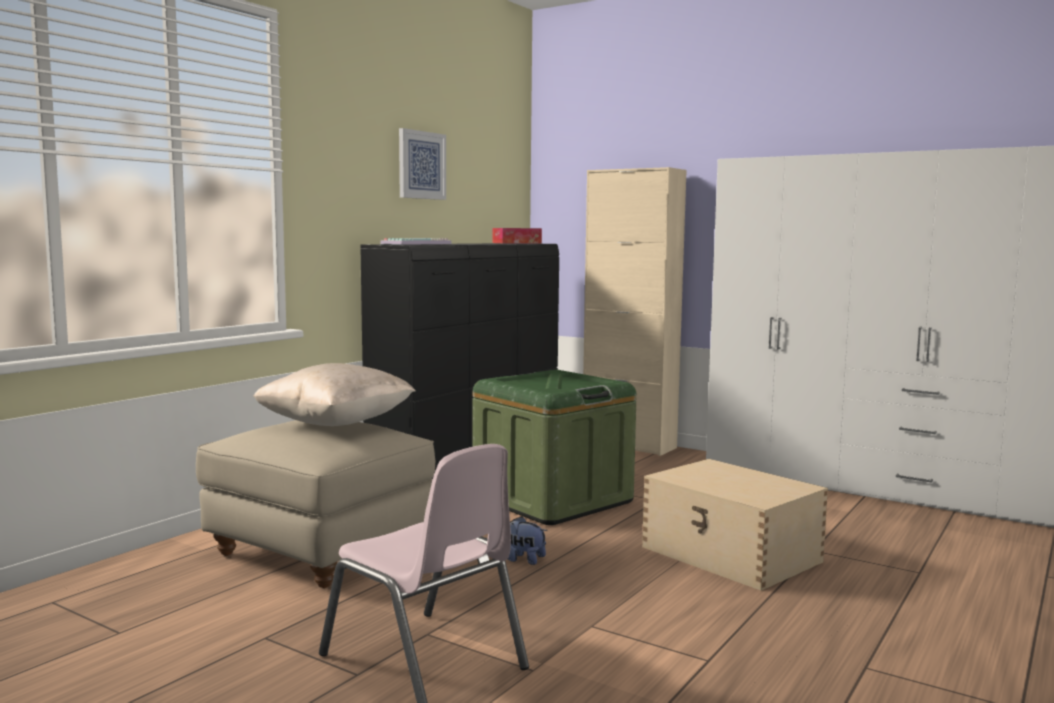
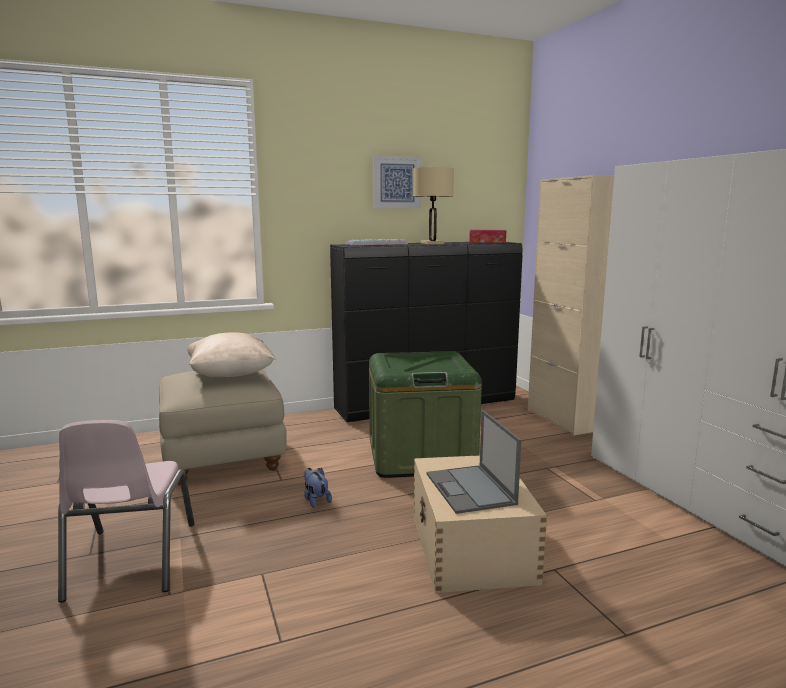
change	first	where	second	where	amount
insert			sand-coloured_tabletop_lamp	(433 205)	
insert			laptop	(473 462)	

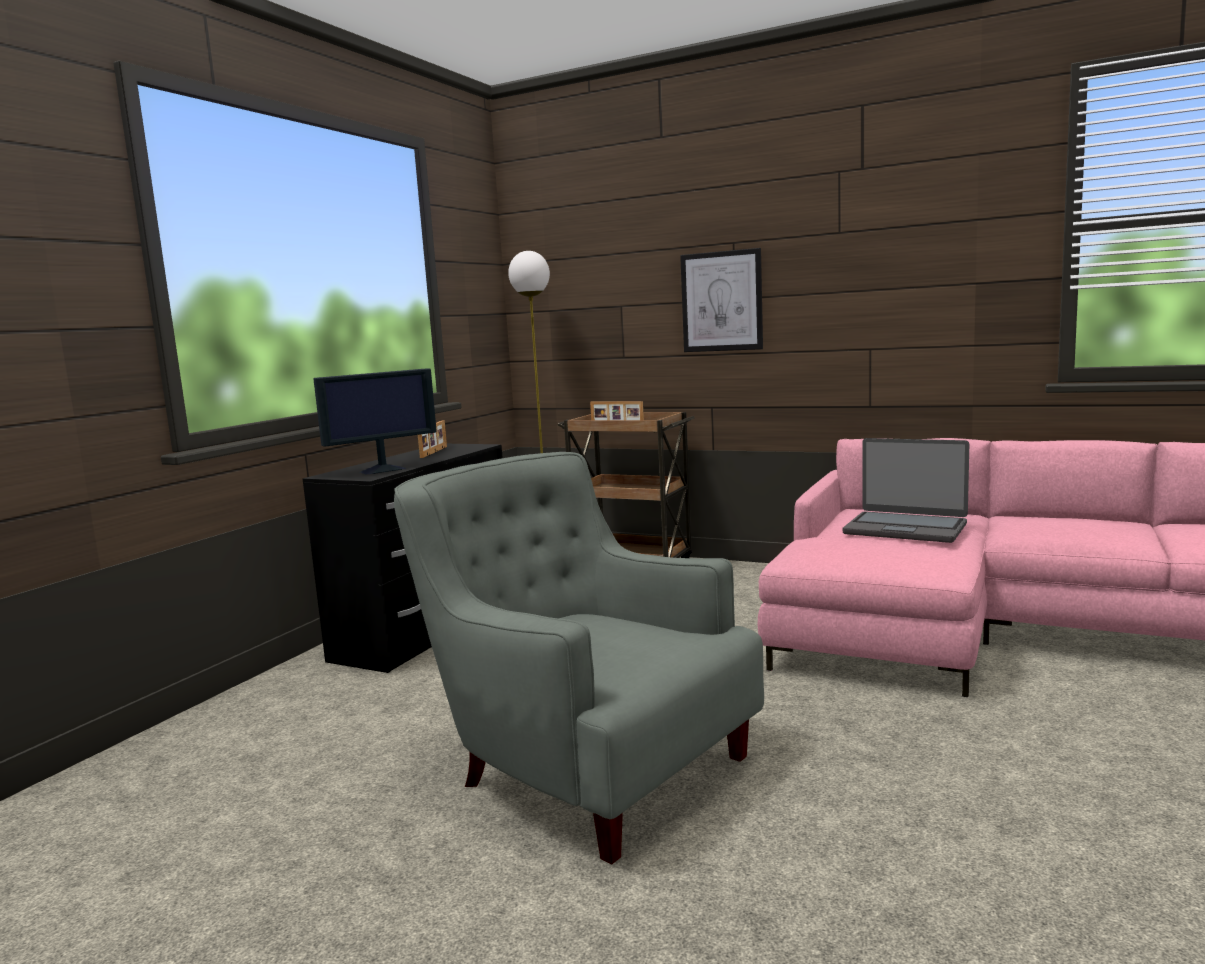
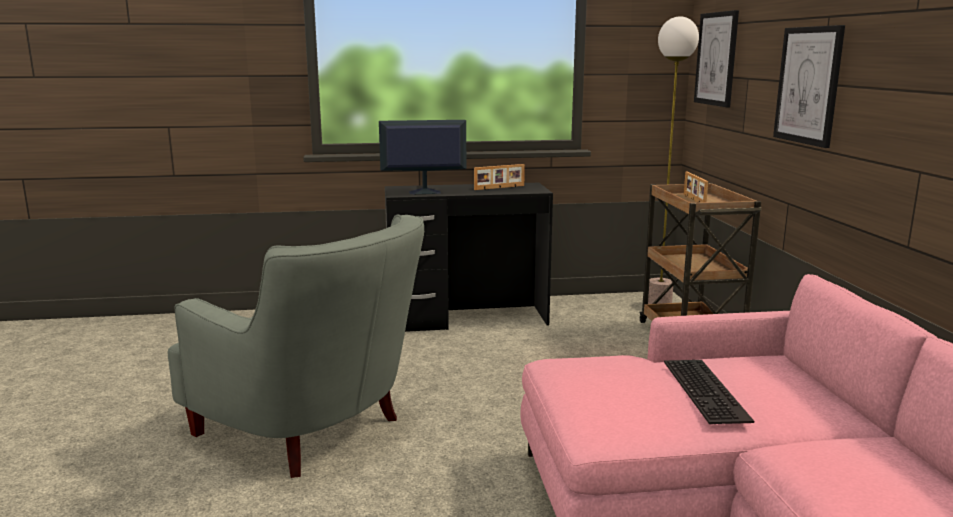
change	first	where	second	where	amount
rotate	gray_lounge_chair	(579 658)		(296 346)	120 degrees clockwise
rotate	computer_display	(375 421)		(422 157)	150 degrees clockwise
replace	laptop	(906 490)	PC_keyboard	(709 392)	
insert			wall_art	(716 58)	

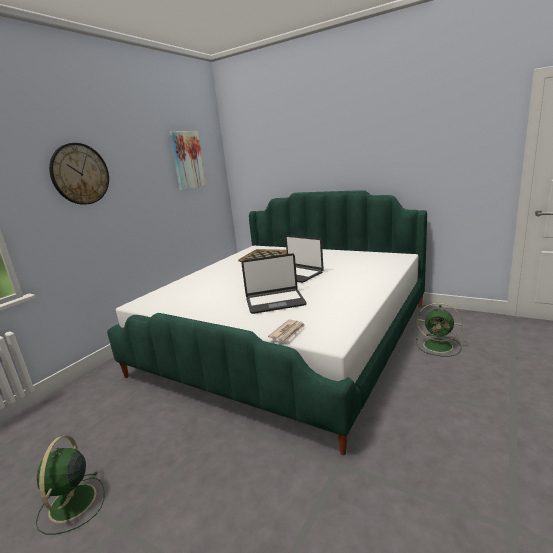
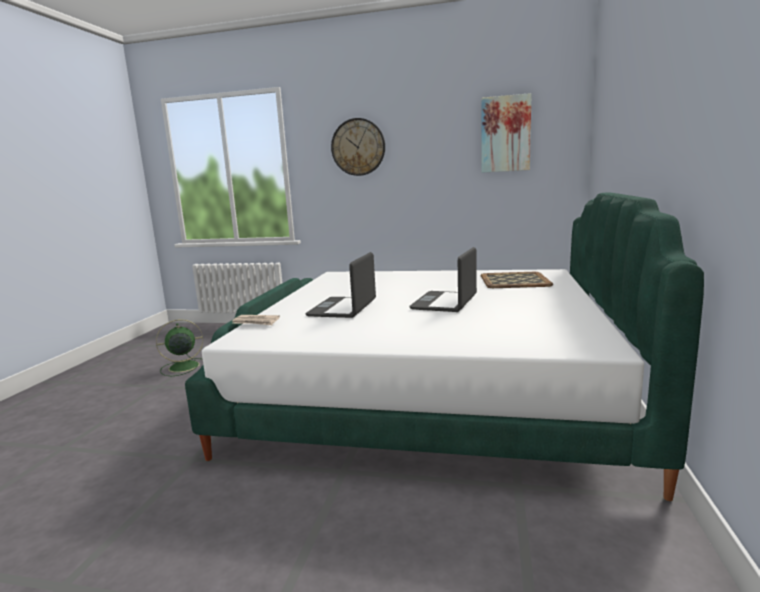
change	first	where	second	where	amount
rotate	laptop	(274 283)		(341 285)	45 degrees clockwise
delete	green-coloured_fan	(439 329)			

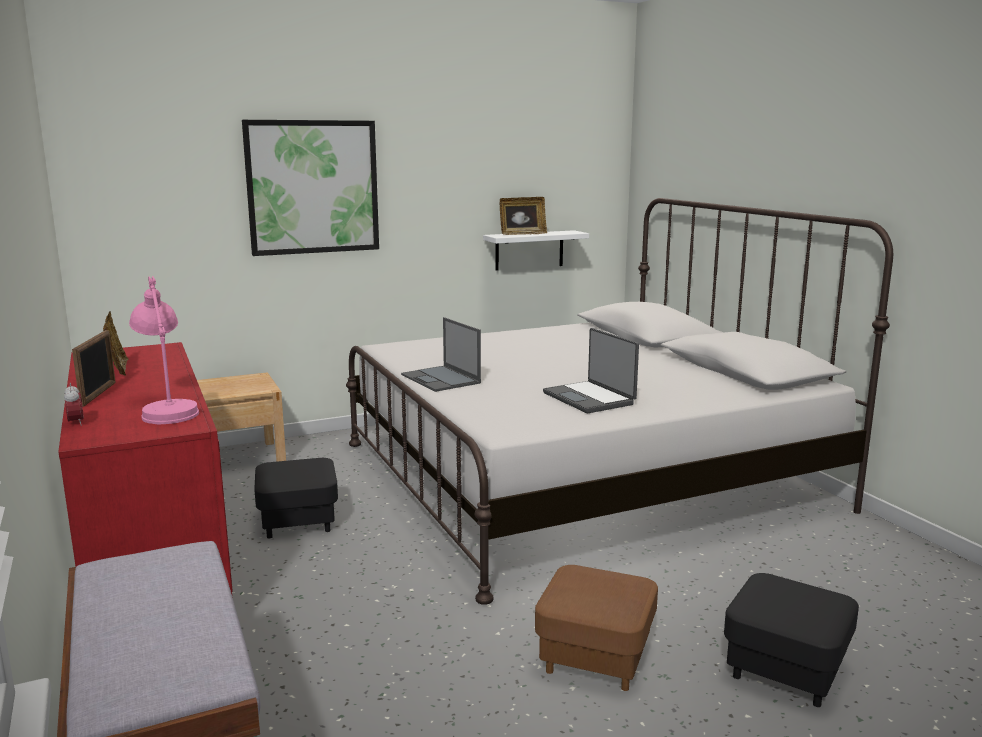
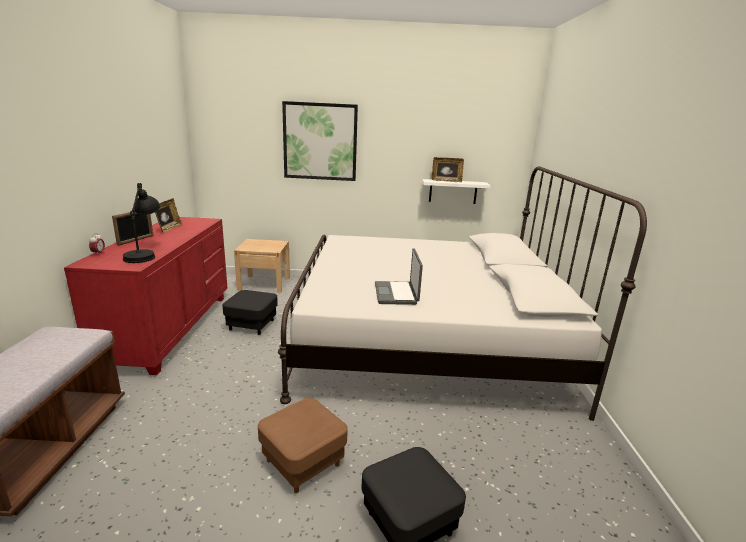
change	first	where	second	where	amount
recolor	pink-coloured_tabletop_lamp	(164 350)	black_tabletop_lamp	(141 223)	
delete	laptop	(441 354)			

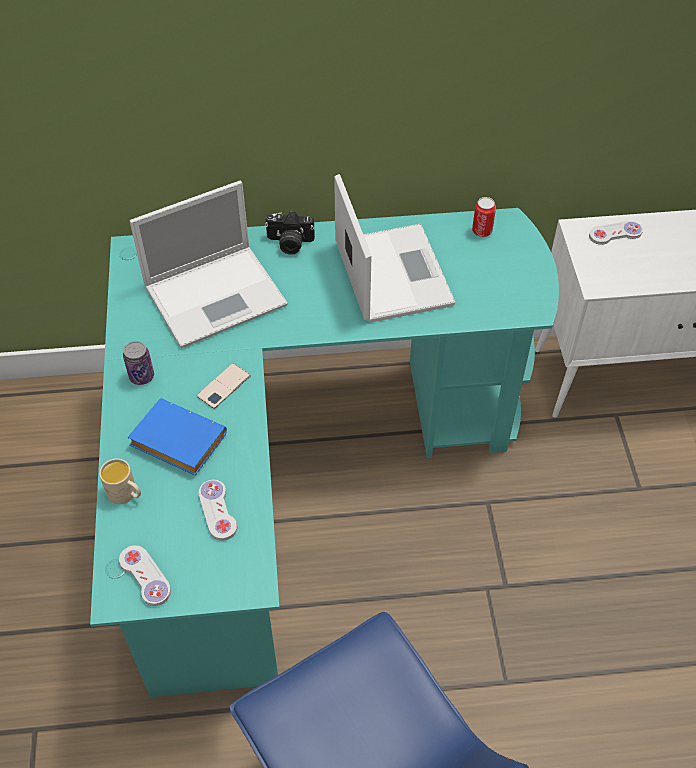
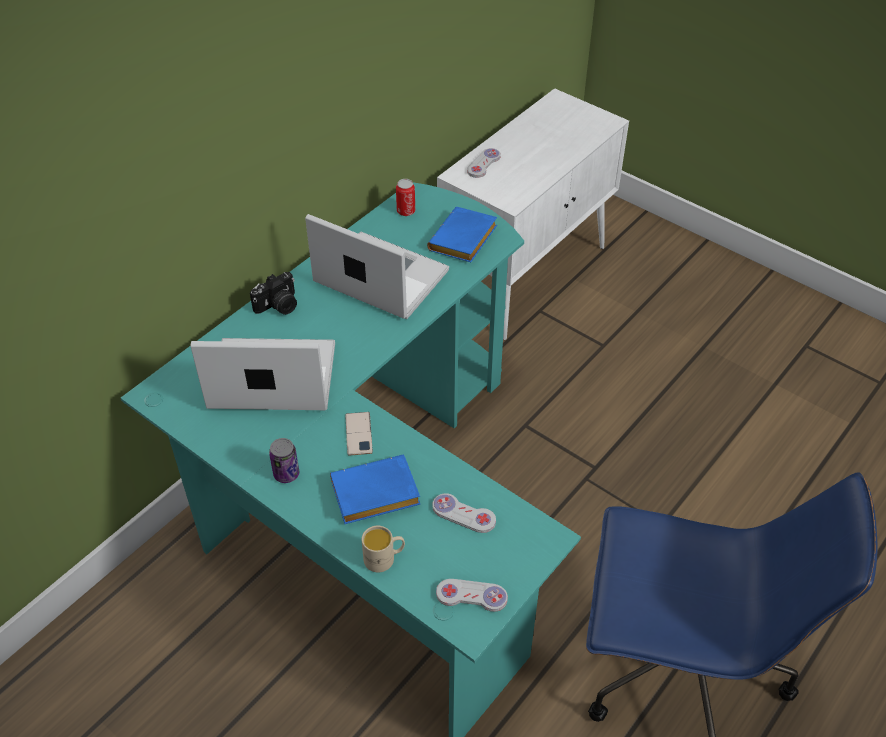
change	first	where	second	where	amount
rotate	laptop	(208 264)		(262 374)	105 degrees counterclockwise
insert			bluish_bound_book	(462 234)	

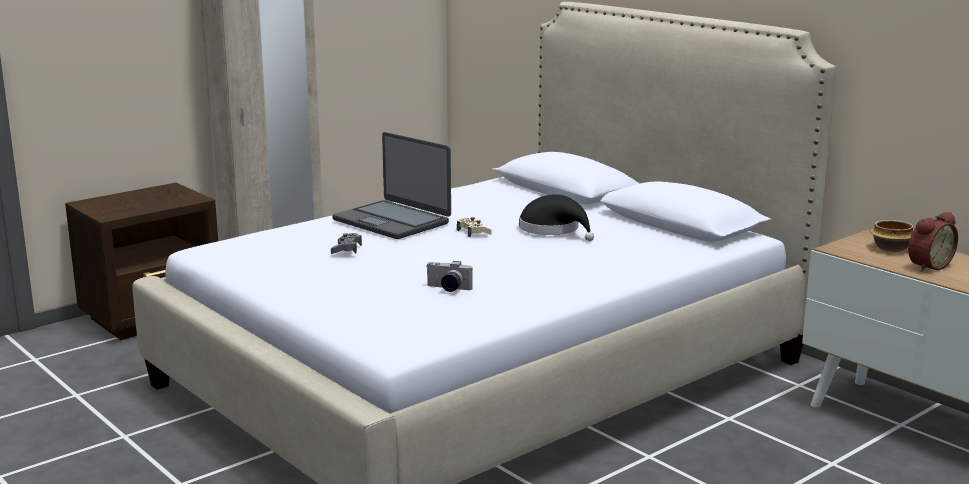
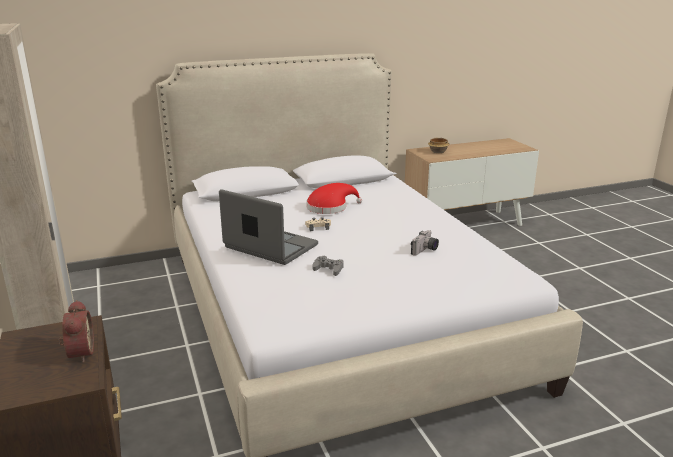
change	first	where	second	where	amount
move	alarm_clock	(933 242)		(76 331)	
rotate	laptop	(391 185)		(268 227)	120 degrees counterclockwise
recolor	black_hat	(556 217)	red_hat	(334 198)	

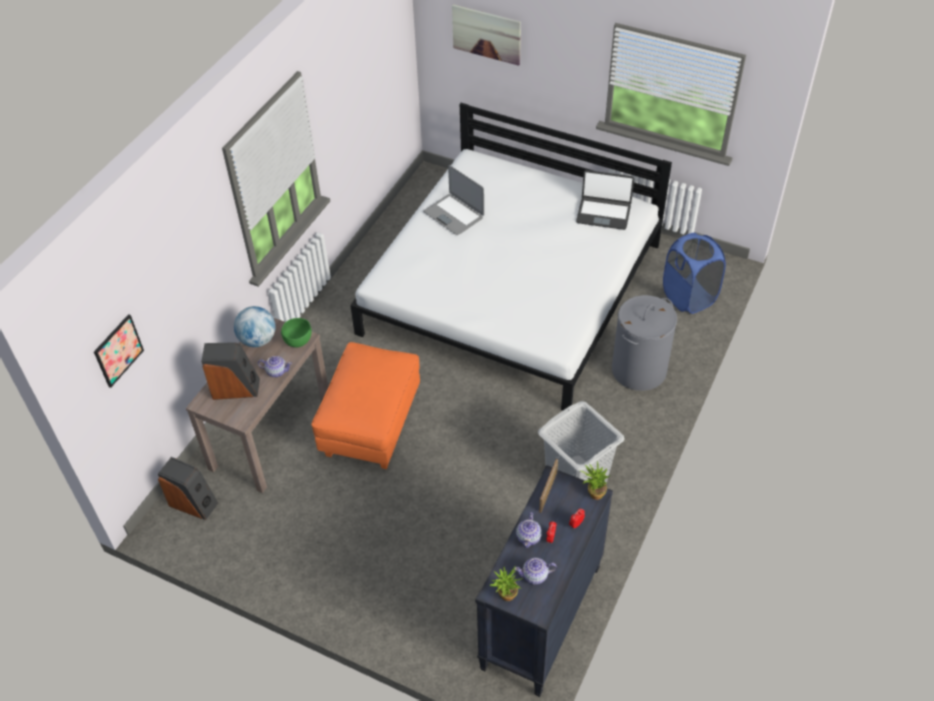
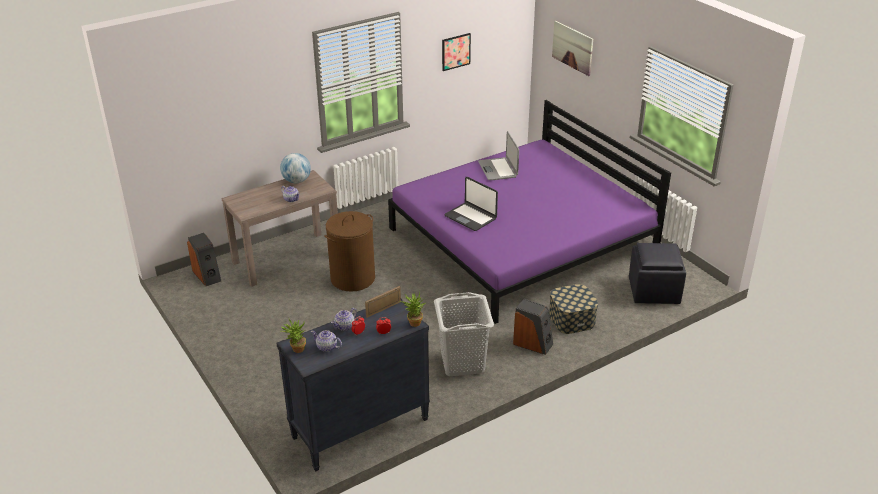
change	first	where	second	where	amount
replace	orange-coloured_ottoman	(365 405)	brown-coloured_washing_basket	(349 251)	
recolor	white_bed	(511 257)	purple_bed	(529 212)	
move	wall_art	(119 351)		(456 52)	
move	laptop	(605 200)		(471 204)	
move	speaker	(230 371)		(533 327)	
replace	gray_washing_basket	(644 343)	storage_bin	(573 309)	
replace	bluish_washing_basket	(694 273)	black_ottoman	(657 273)	
delete	green-coloured_serving_bowl	(296 332)			

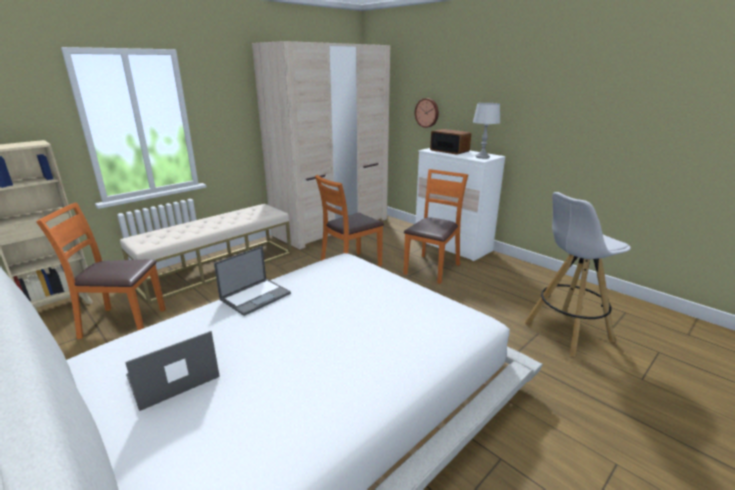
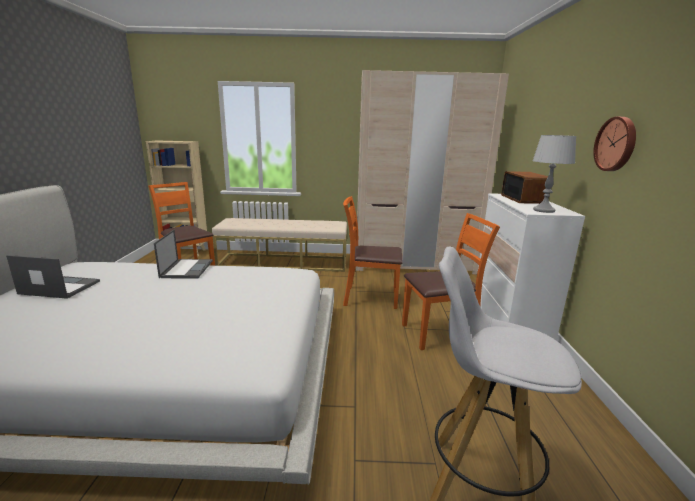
change	first	where	second	where	amount
rotate	laptop	(252 281)		(183 254)	90 degrees counterclockwise
move	wall_clock	(427 113)		(614 144)	

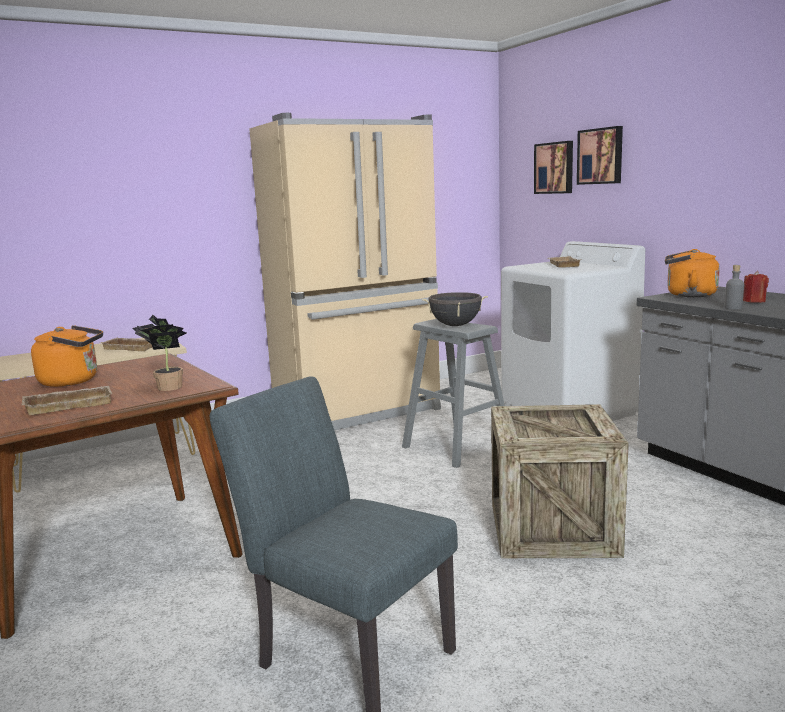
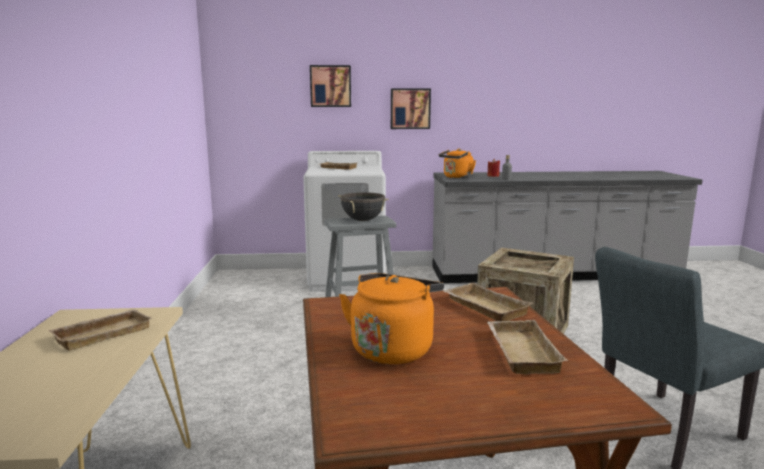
change	first	where	second	where	amount
move	wall_art	(553 167)		(411 108)	
replace	houseplant	(159 353)	sand-coloured_tray	(488 301)	
delete	sand-coloured_kitchen_fridge	(345 271)			

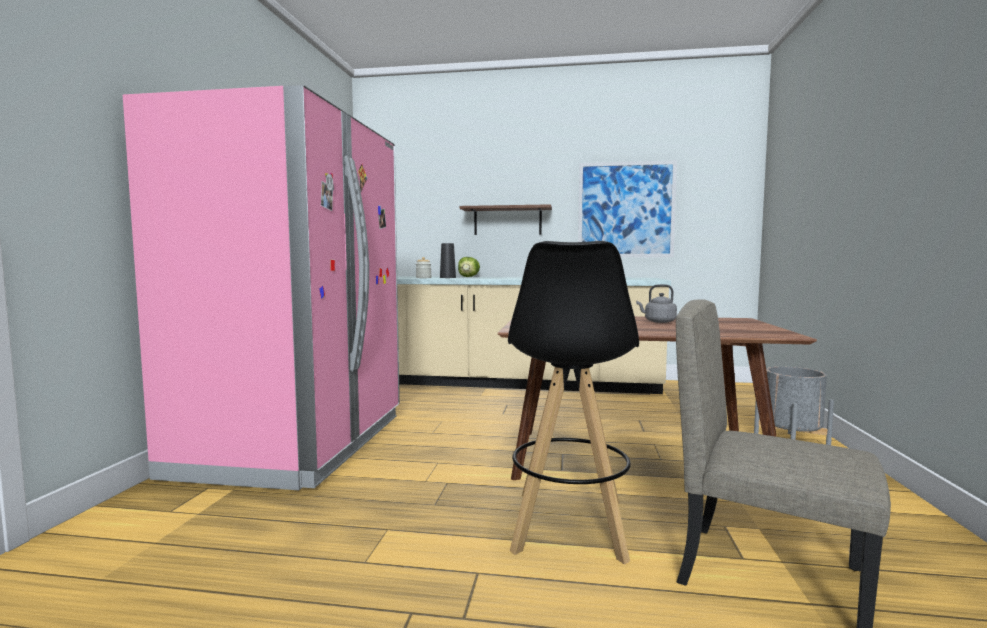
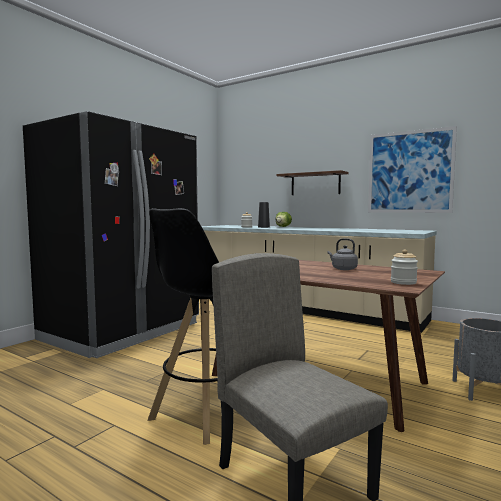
change	first	where	second	where	amount
recolor	pink-coloured_kitchen_fridge	(261 287)	black_kitchen_fridge	(111 234)	
insert			preserve_jar	(404 267)	

